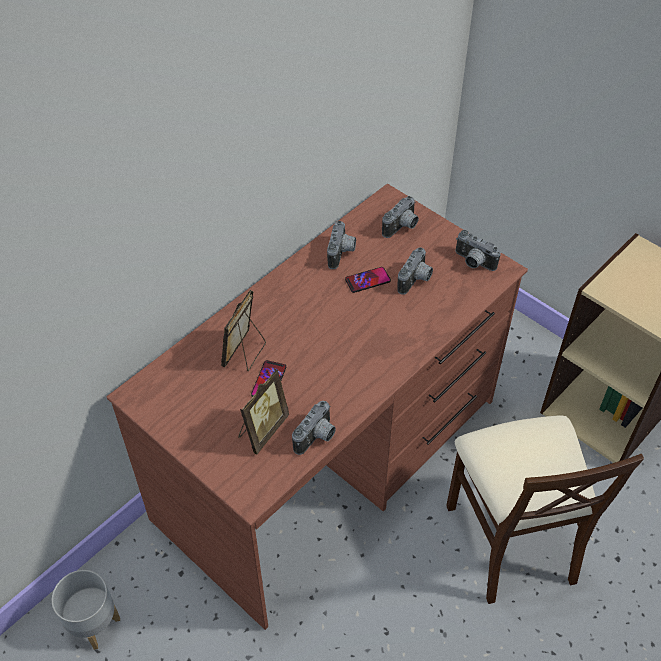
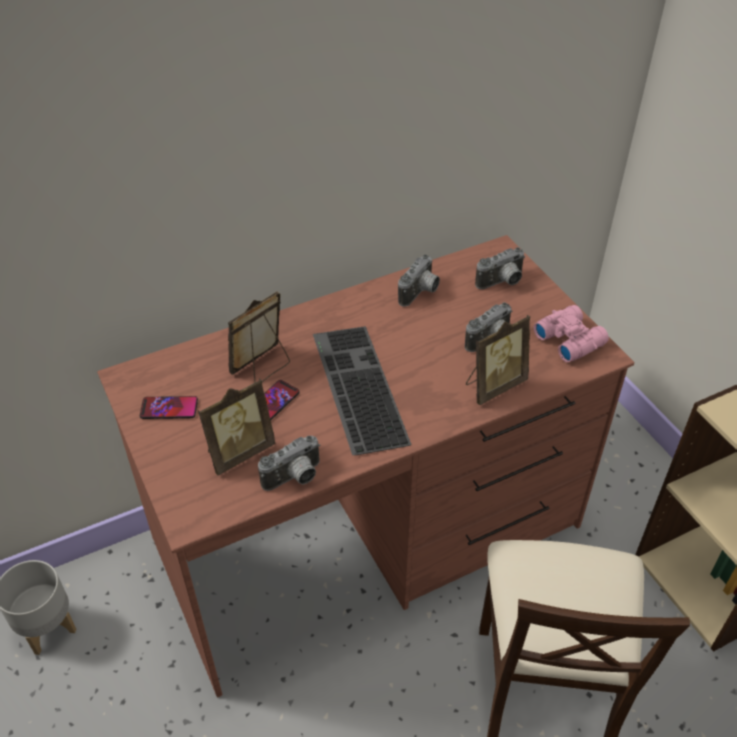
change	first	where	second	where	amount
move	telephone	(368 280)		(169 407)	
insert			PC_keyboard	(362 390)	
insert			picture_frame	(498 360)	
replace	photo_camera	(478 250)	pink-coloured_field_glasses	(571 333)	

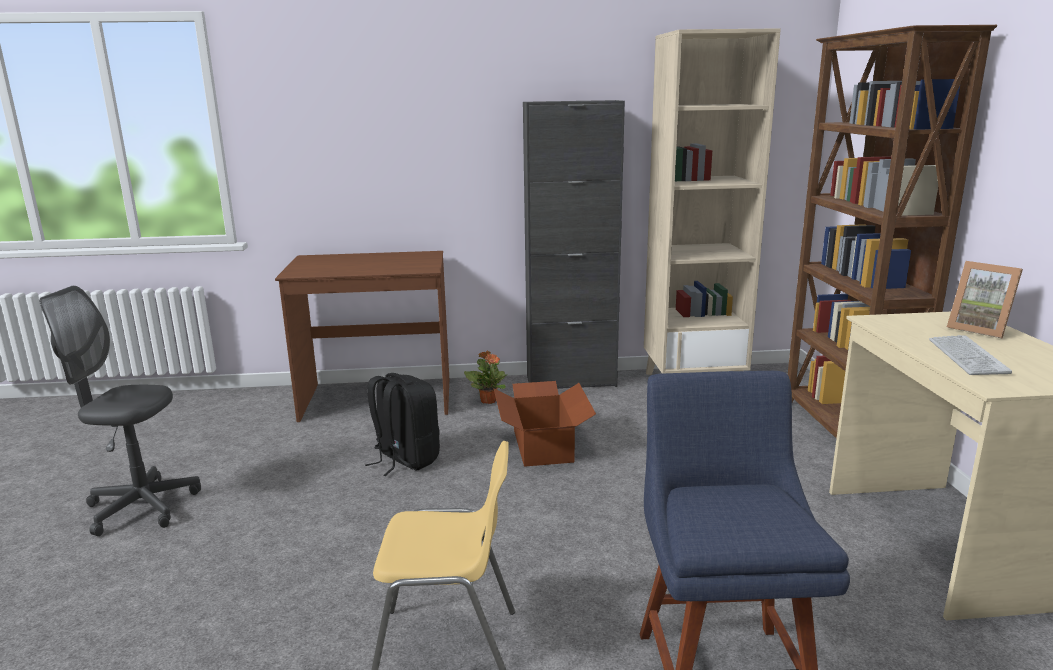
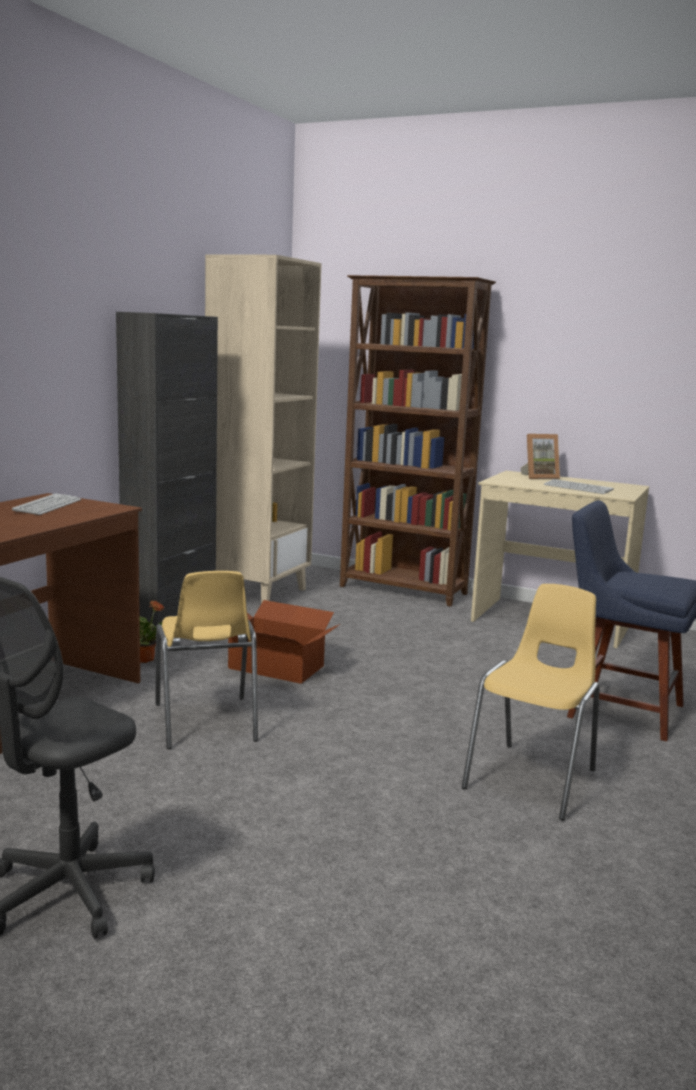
change	first	where	second	where	amount
insert			PC_keyboard	(46 504)	
replace	black_knapsack	(402 424)	yellowish_upright_chair	(206 660)	

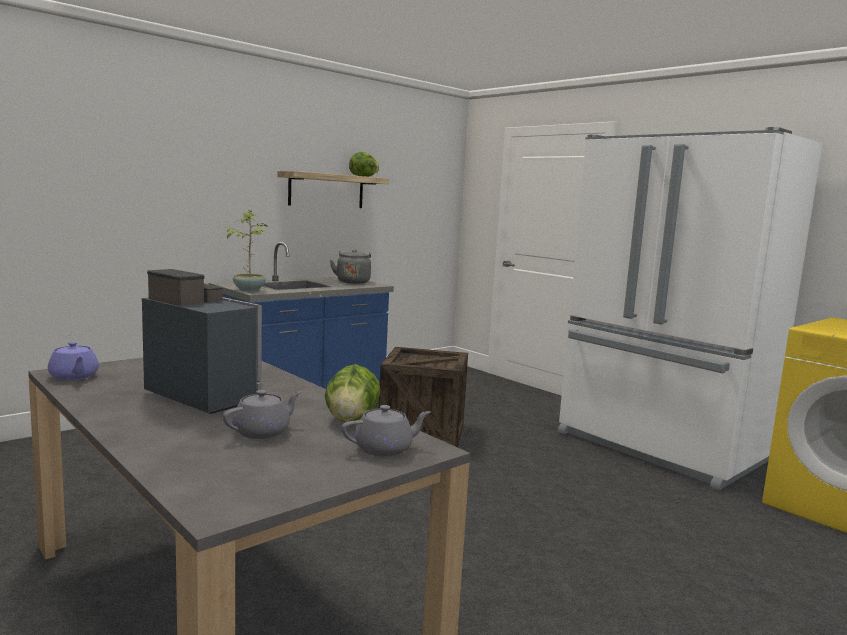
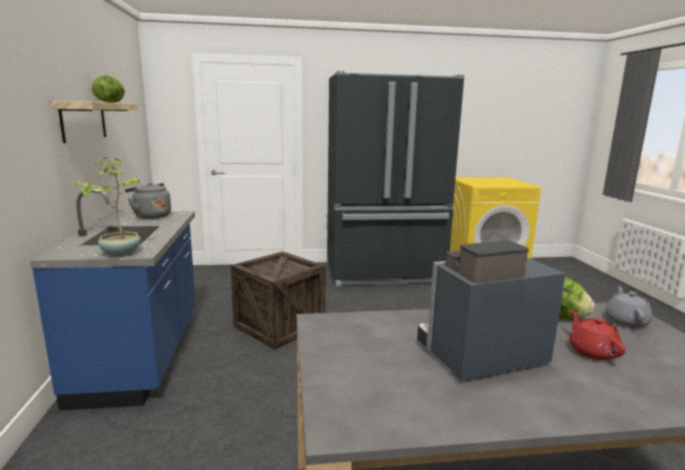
change	first	where	second	where	amount
recolor	white_kitchen_fridge	(690 308)	black_kitchen_fridge	(395 179)	
recolor	gray_pot_for_tea	(262 414)	red_pot_for_tea	(597 335)	
delete	purple_pot_for_tea	(73 361)			

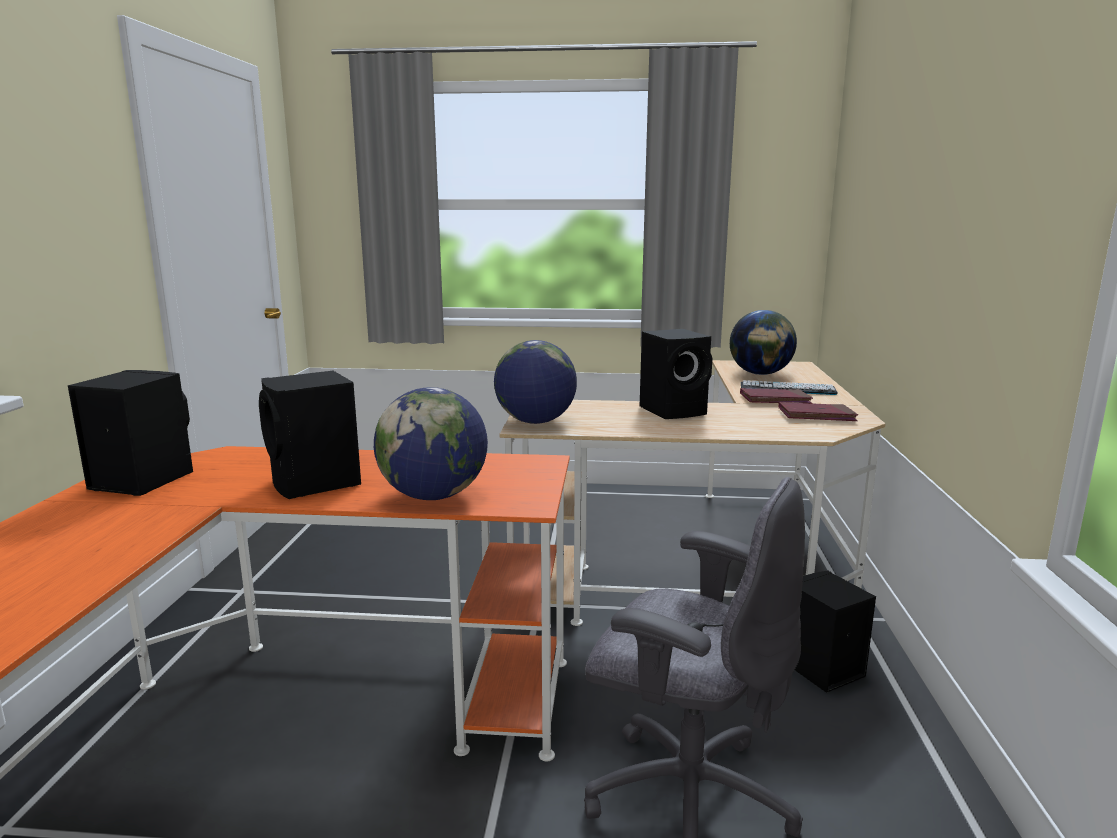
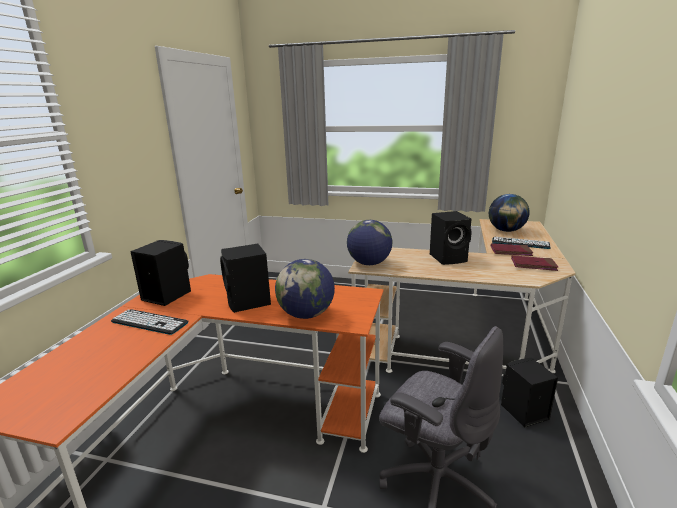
change	first	where	second	where	amount
insert			PC_keyboard	(150 322)	

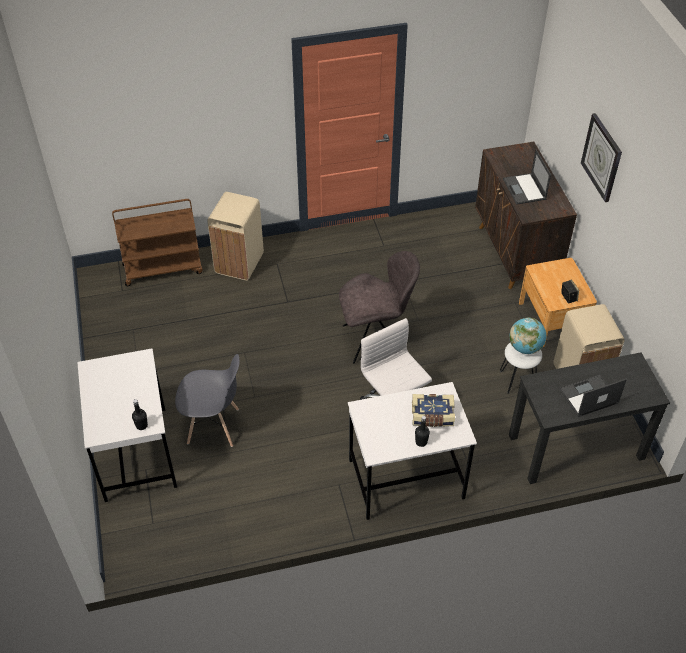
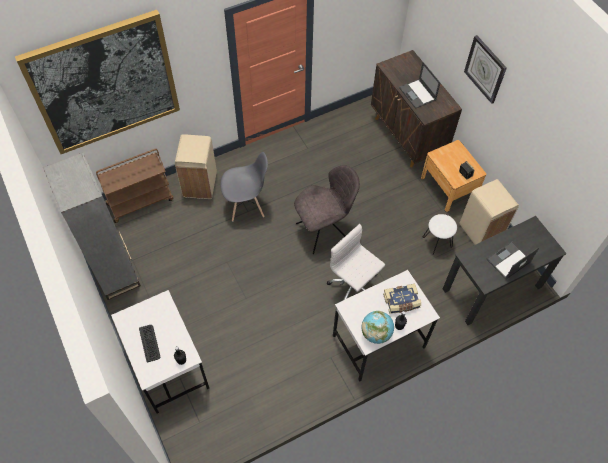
change	first	where	second	where	amount
insert			wall_art	(97 82)	
insert			gray_shelving_unit	(92 226)	
insert			PC_keyboard	(149 344)	
move	gray_upright_chair	(207 400)		(244 187)	
move	globe	(528 336)		(378 327)	

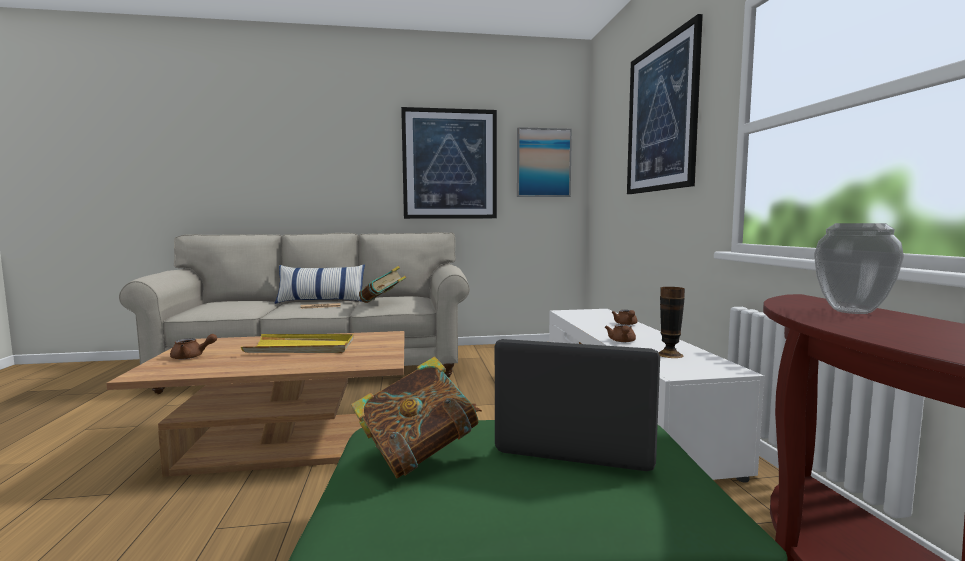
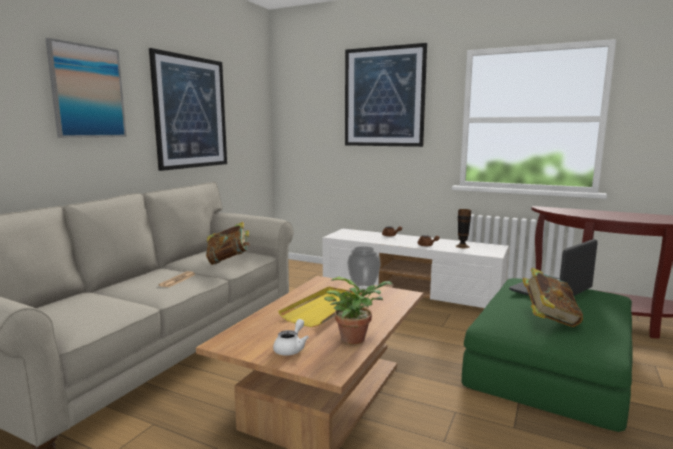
change	first	where	second	where	amount
move	wall_art	(544 162)		(86 88)	
recolor	brown-coloured_pot_for_tea	(193 346)	white_pot_for_tea	(291 337)	
insert			houseplant	(358 310)	
move	decorative_vase	(859 268)		(364 268)	
delete	cushion	(320 284)			

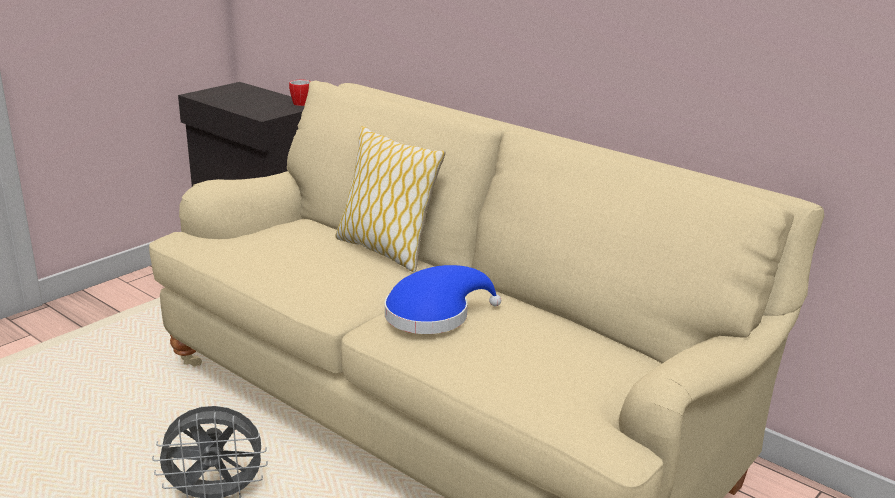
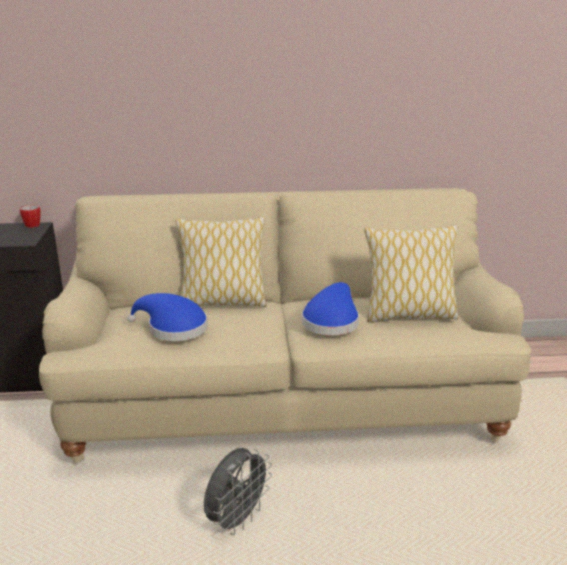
change	first	where	second	where	amount
insert			bluish_hat	(167 317)	
insert			cushion	(411 273)	

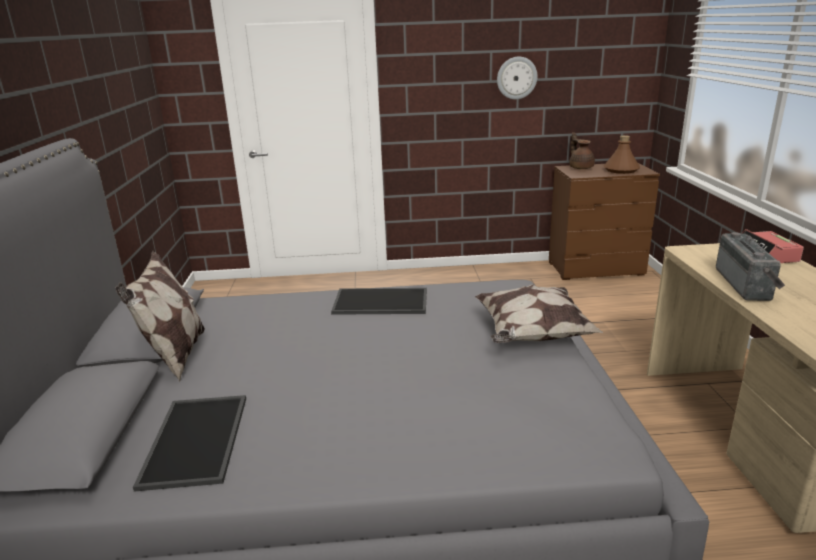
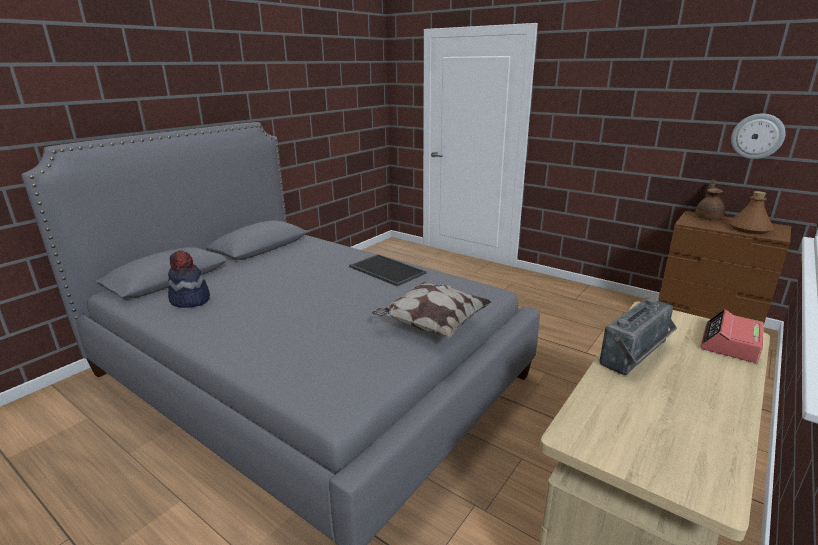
change	first	where	second	where	amount
replace	tray	(189 443)	hat	(189 279)	
move	wall_clock	(517 78)		(758 136)	
delete	cushion	(160 316)			

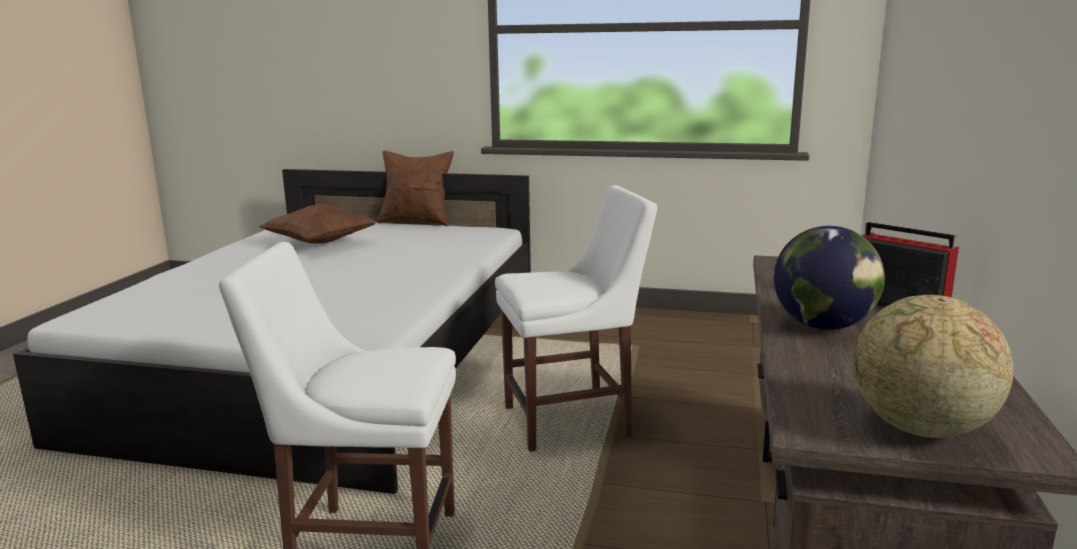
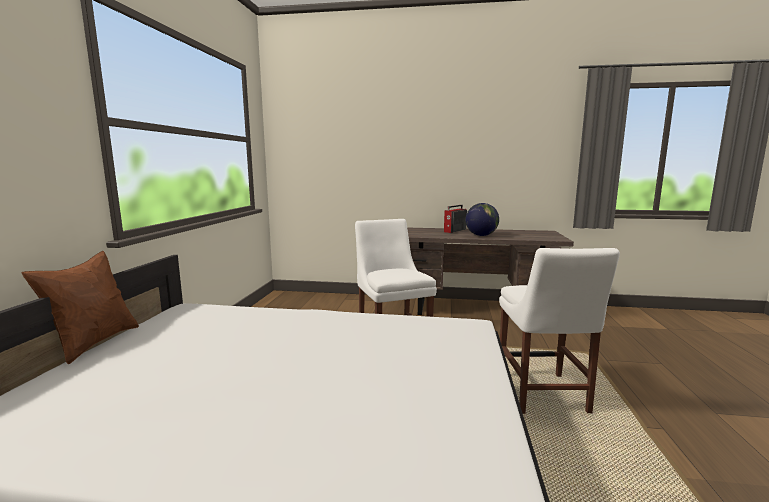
change	first	where	second	where	amount
delete	brown-coloured_cushion	(317 224)			
delete	globe	(933 366)			

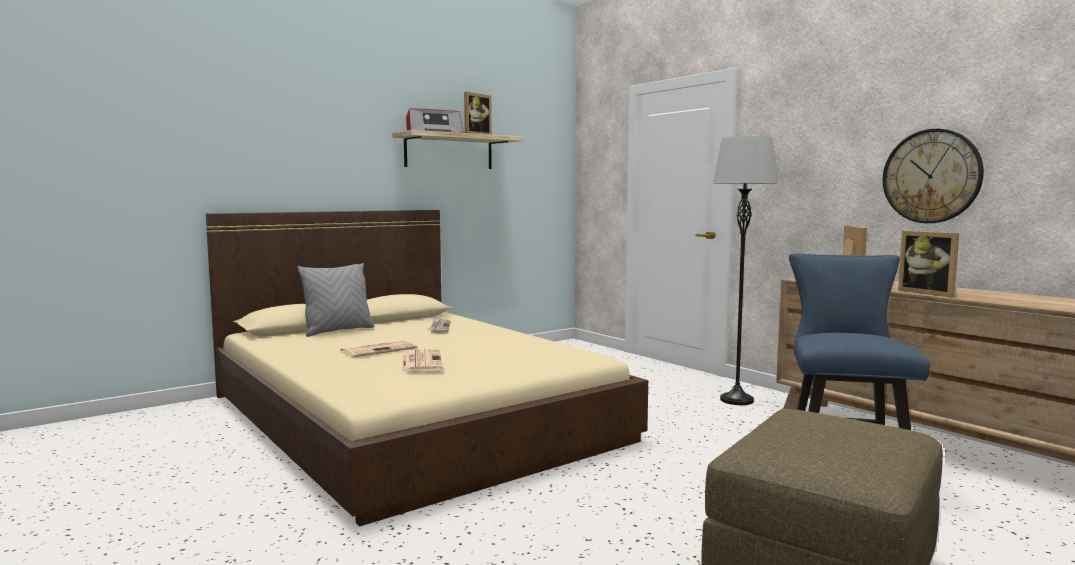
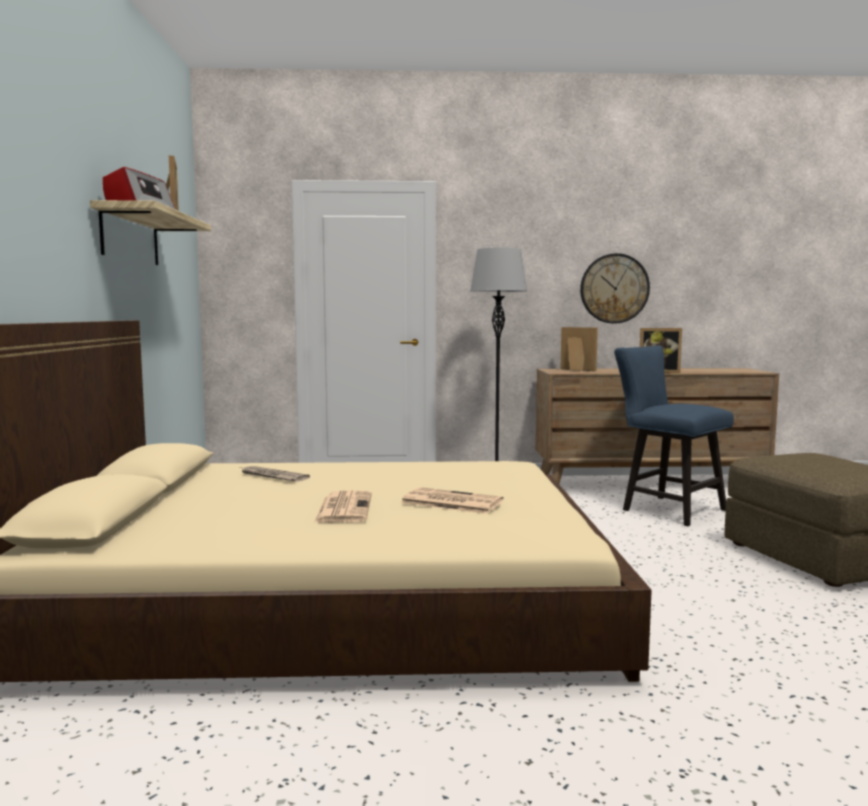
change	first	where	second	where	amount
delete	gray_cushion	(336 300)			

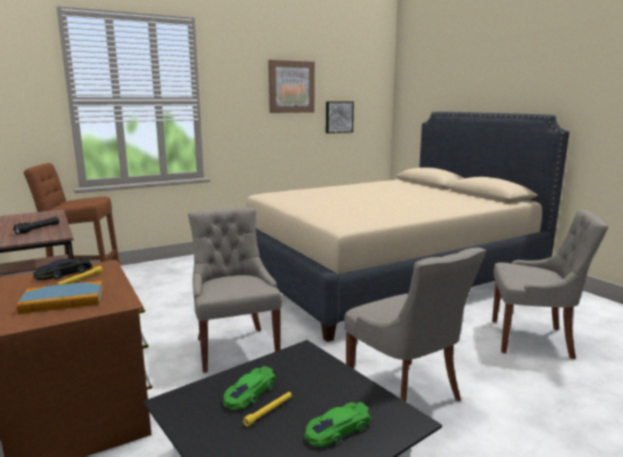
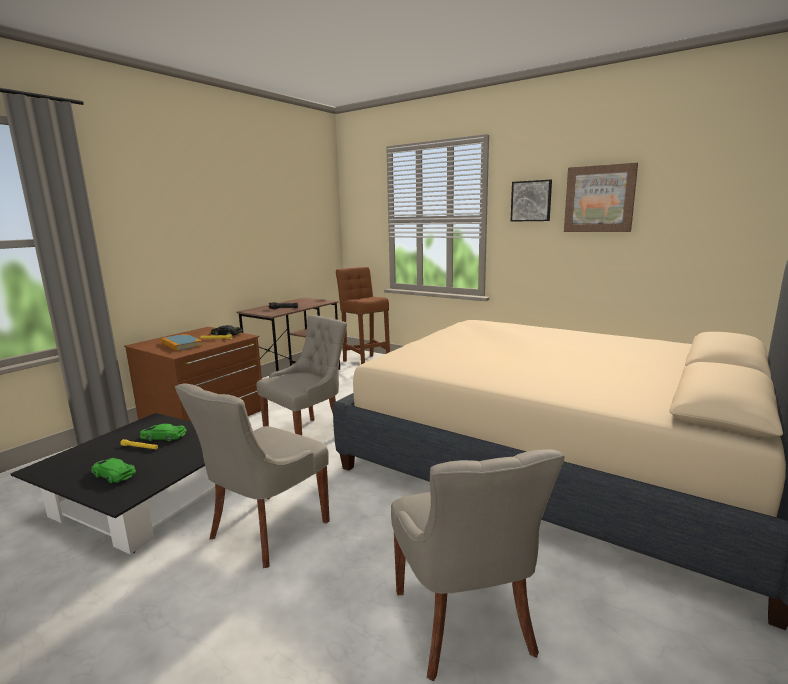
change	first	where	second	where	amount
move	wall_art	(340 117)		(531 201)	

